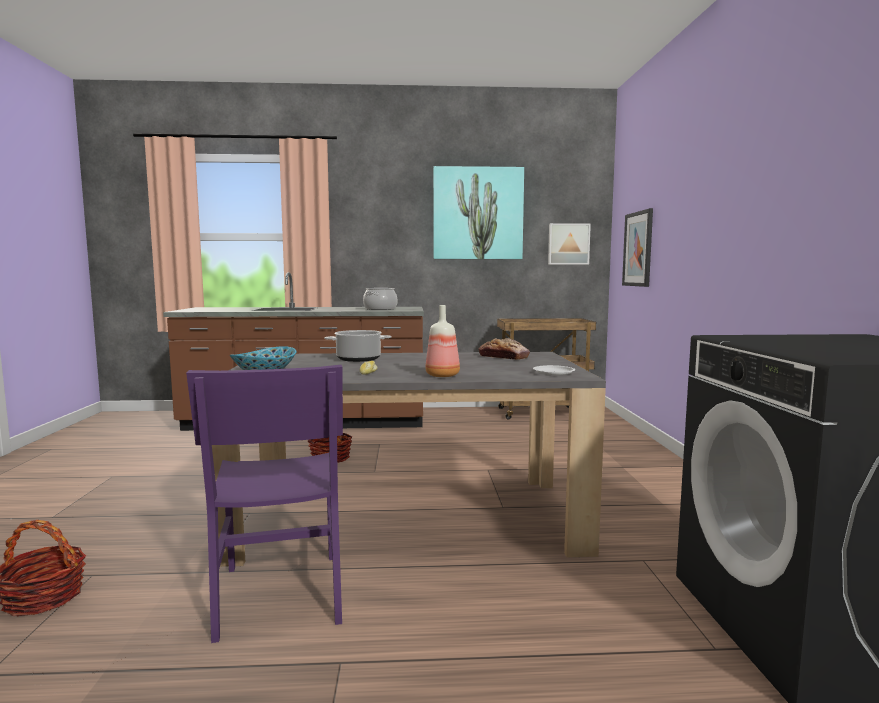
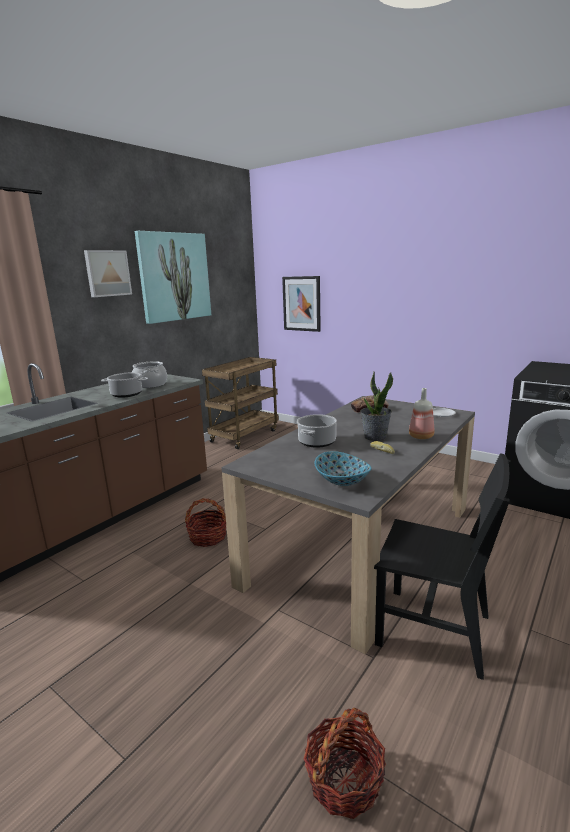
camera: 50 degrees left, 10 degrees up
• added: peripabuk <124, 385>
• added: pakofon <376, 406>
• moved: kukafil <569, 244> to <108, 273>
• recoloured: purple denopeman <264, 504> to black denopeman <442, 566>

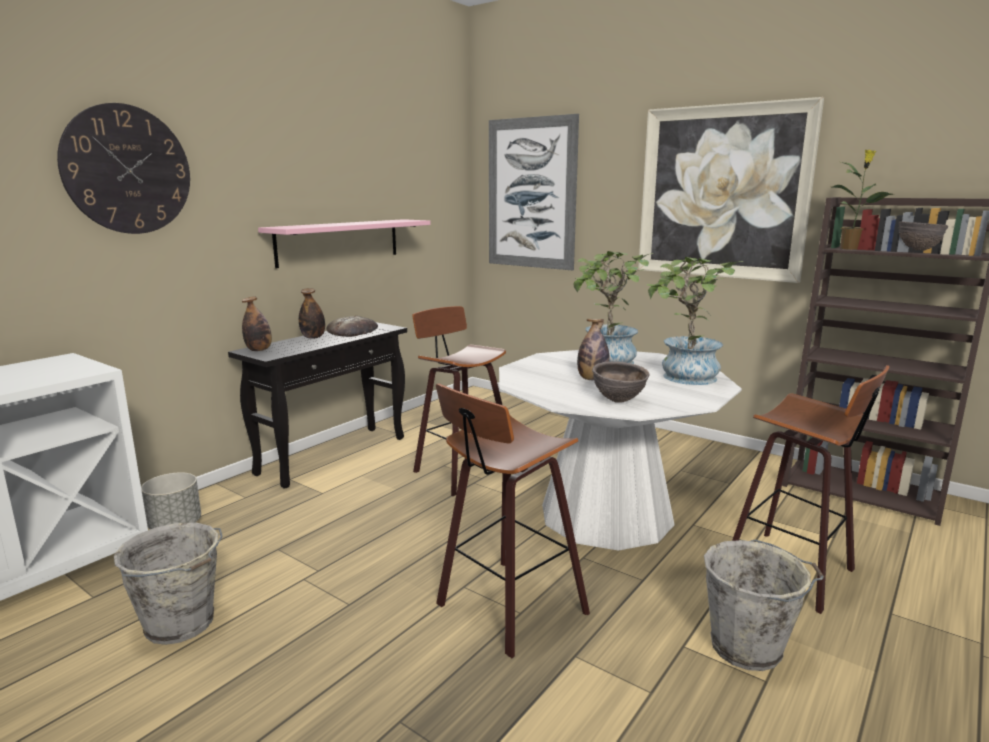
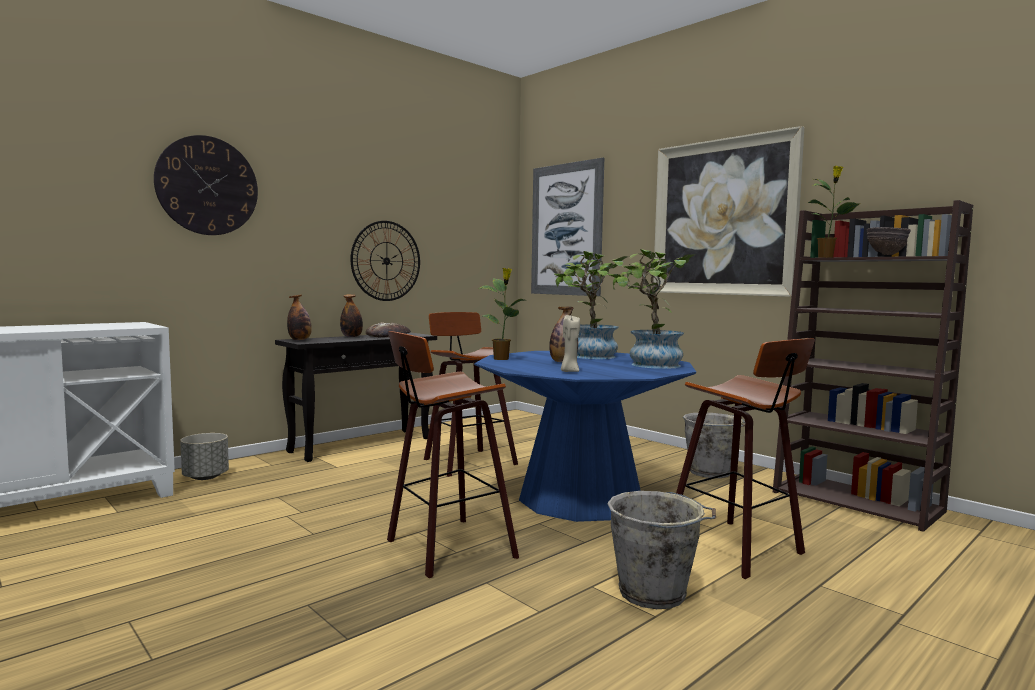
camera: 10 degrees right, 10 degrees down
• added: pakofon <501, 314>
• moved: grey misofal <168, 583> to <714, 445>
• replaced: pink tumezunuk <344, 243> to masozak <385, 261>
• replaced: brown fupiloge <620, 382> to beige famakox <570, 343>
• recoloured: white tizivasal <620, 450> to blue tizivasal <585, 436>

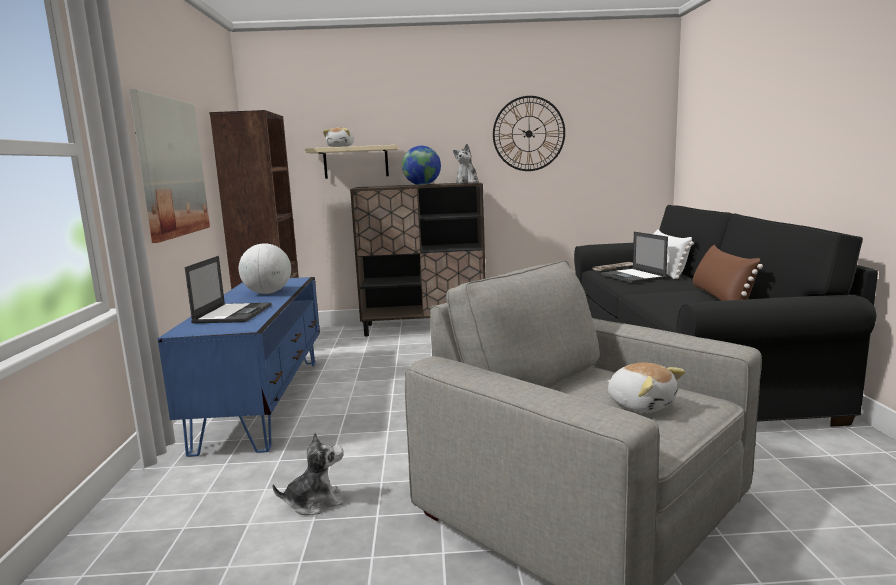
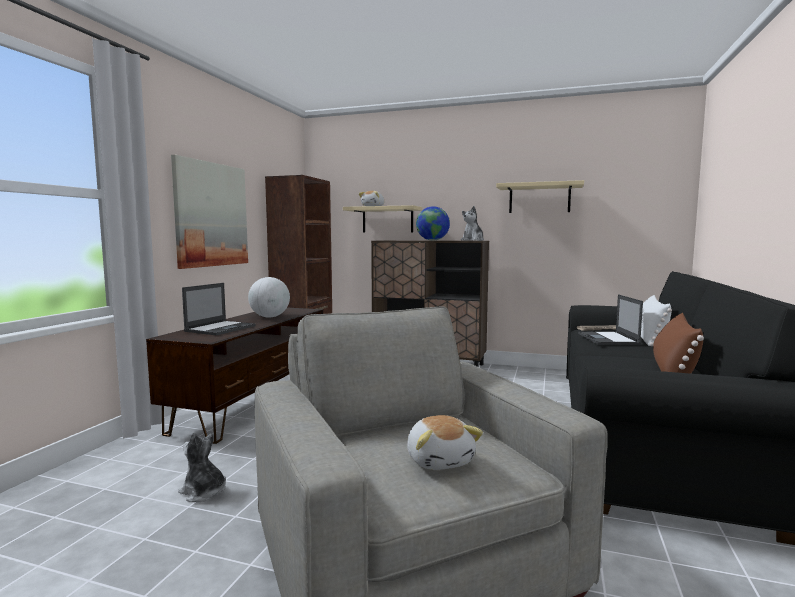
camera: 20 degrees right, 5 degrees down
• replaced: masozak <529, 133> to beige tumezunuk <540, 196>
• recoloured: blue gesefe <239, 367> to brown gesefe <234, 376>
• turned: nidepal <307, 473> = <202, 467> 150 degrees counterclockwise

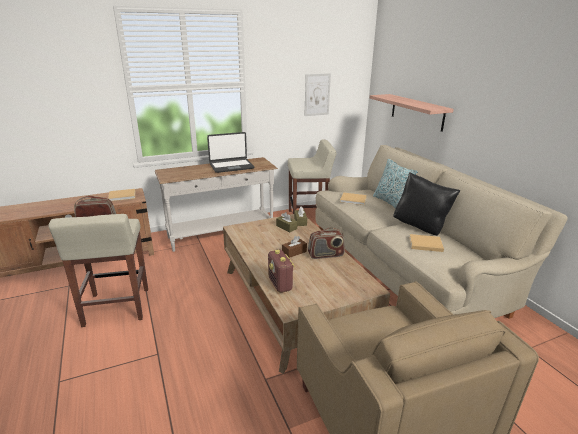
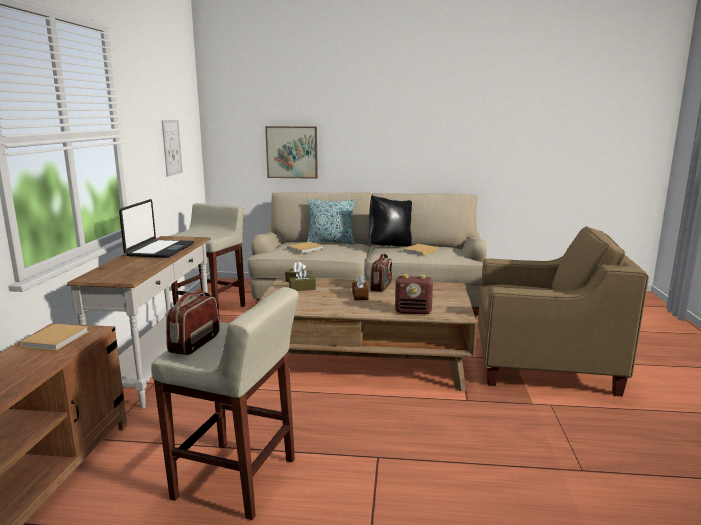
camera: 60 degrees left, 10 degrees down
• replaced: tumezunuk <412, 113> to kukafil <291, 152>

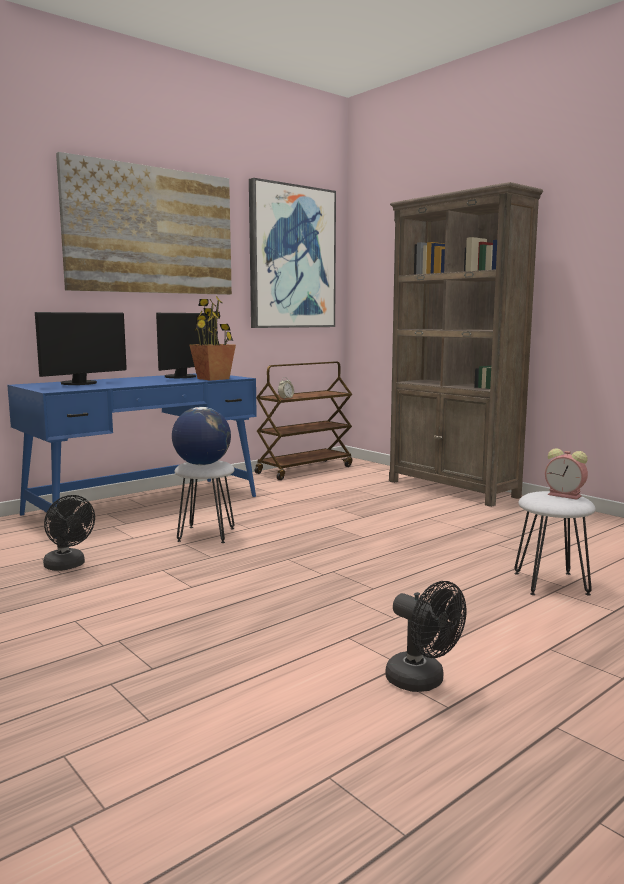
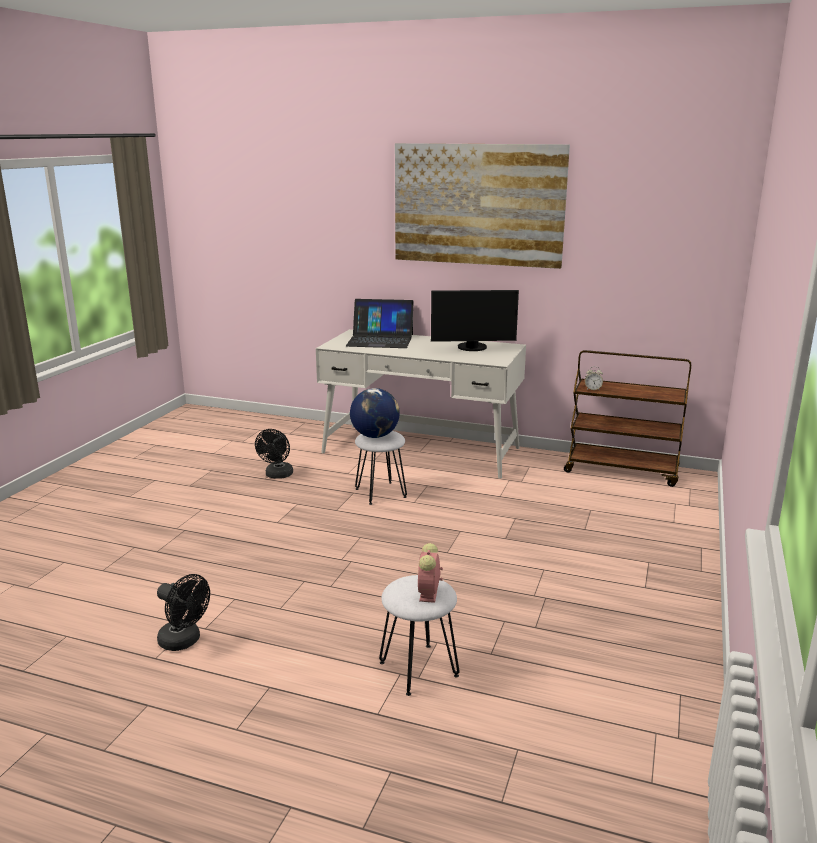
camera: 60 degrees right, 10 degrees up
• removed: pakofon <213, 338>
• removed: kukafil <292, 253>
• removed: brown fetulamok <466, 344>
• replaced: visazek <81, 348> to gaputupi <380, 323>
• recoloured: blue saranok <132, 455> to white saranok <421, 404>
• turned: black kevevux <426, 636> = <183, 612> 75 degrees counterclockwise

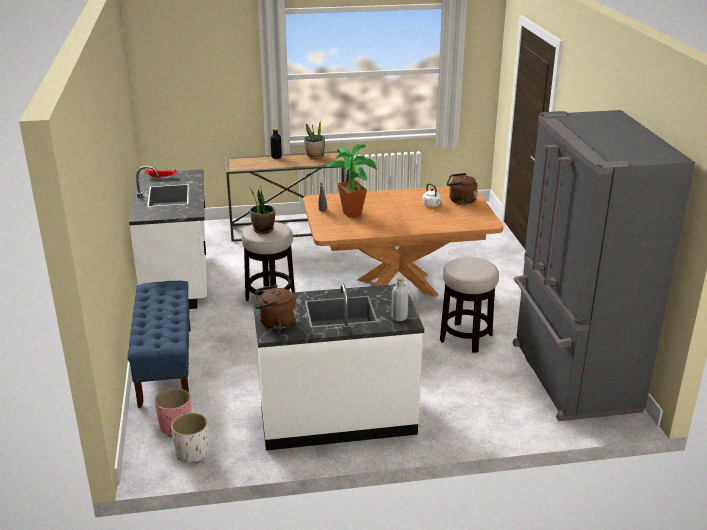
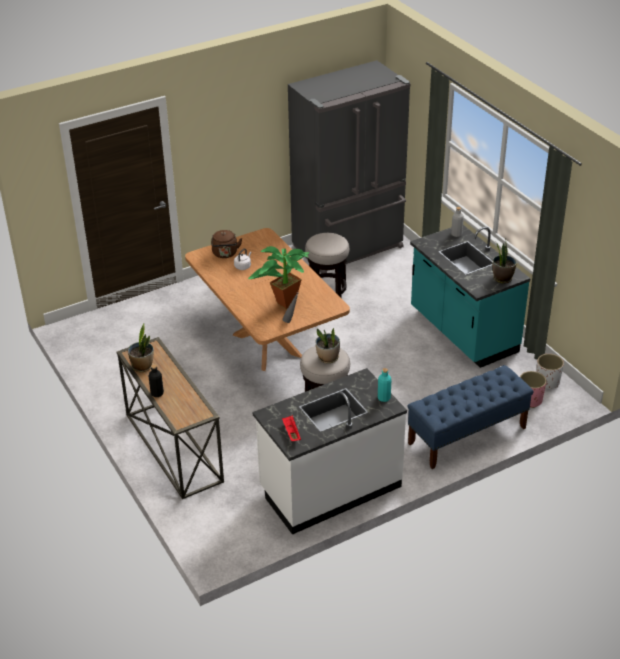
camera: 110 degrees left, 10 degrees up
• added: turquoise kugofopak <384, 385>
• replaced: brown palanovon <276, 307> to pakofon <504, 263>
• recoloured: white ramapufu <338, 367> to turquoise ramapufu <470, 296>

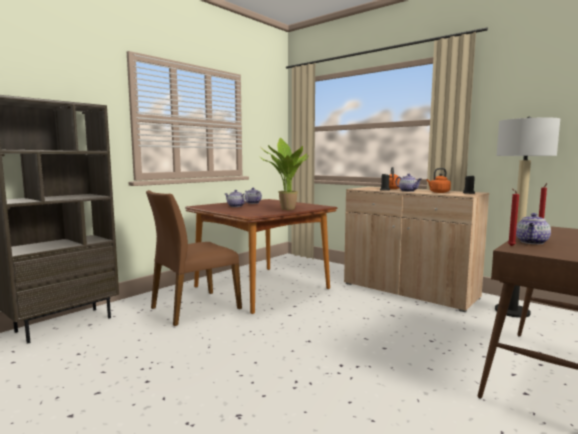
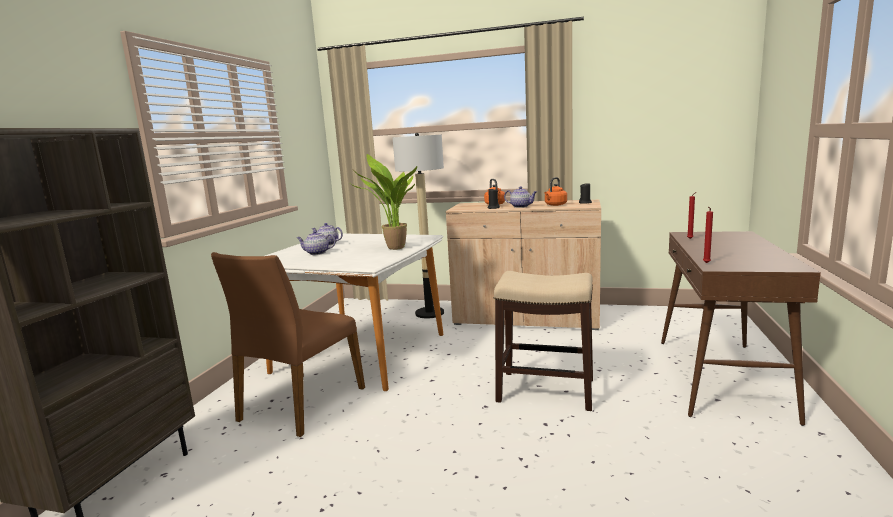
camera: 25 degrees left, 5 degrees up
• removed: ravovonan <533, 228>
• added: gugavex <543, 341>
• moved: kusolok <527, 217> to <418, 225>
• recoloured: brown tizivasal <261, 256> to white tizivasal <354, 312>

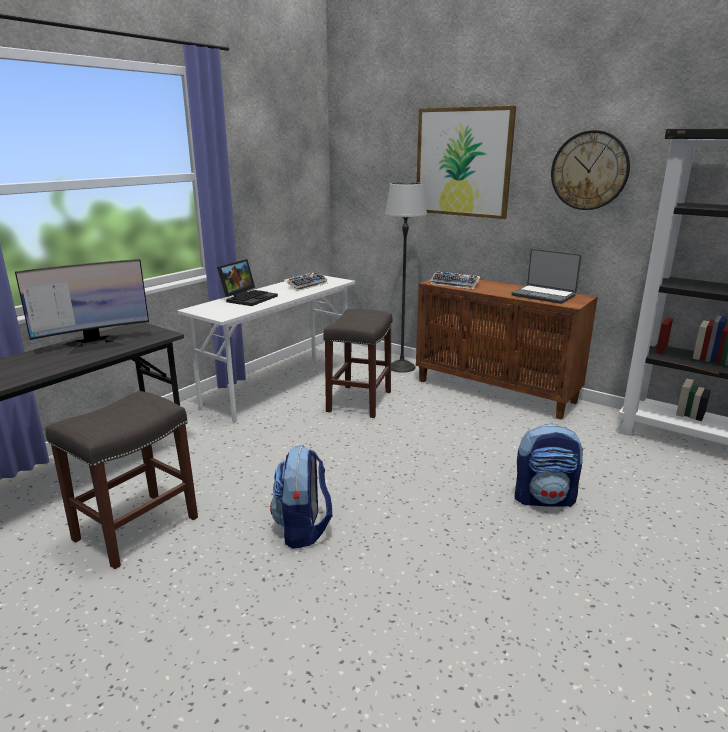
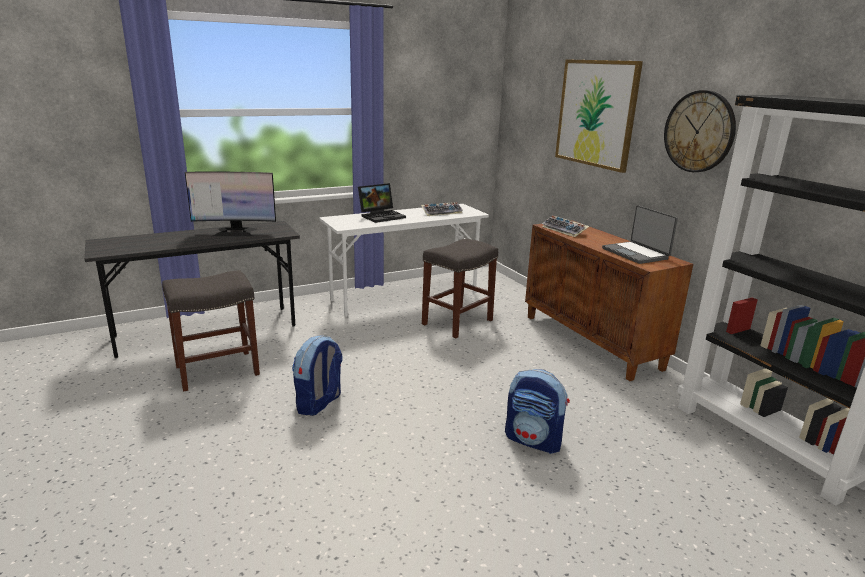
camera: 25 degrees right, 0 degrees up
• removed: kusolok <406, 277>

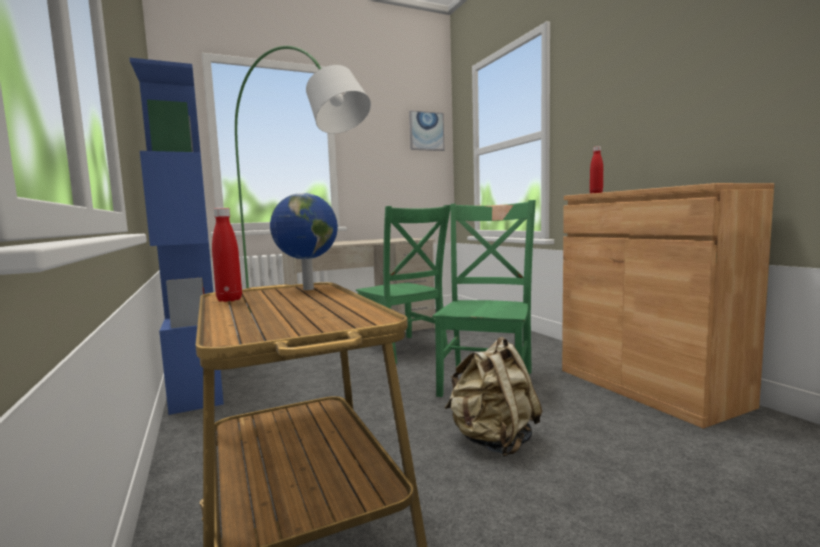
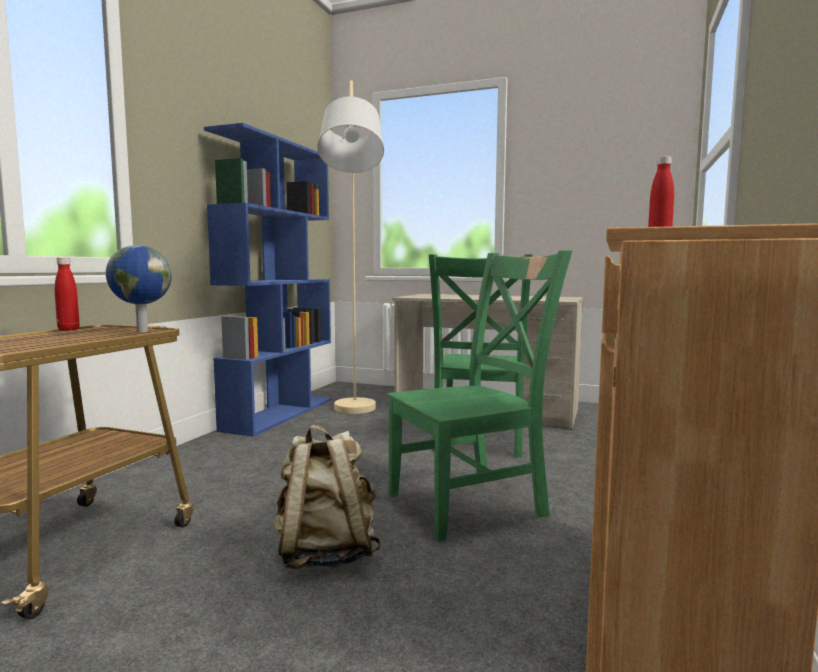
camera: 45 degrees right, 0 degrees up
• removed: kukafil <427, 130>
• recoloured: green kusolok <303, 179> to beige kusolok <350, 247>

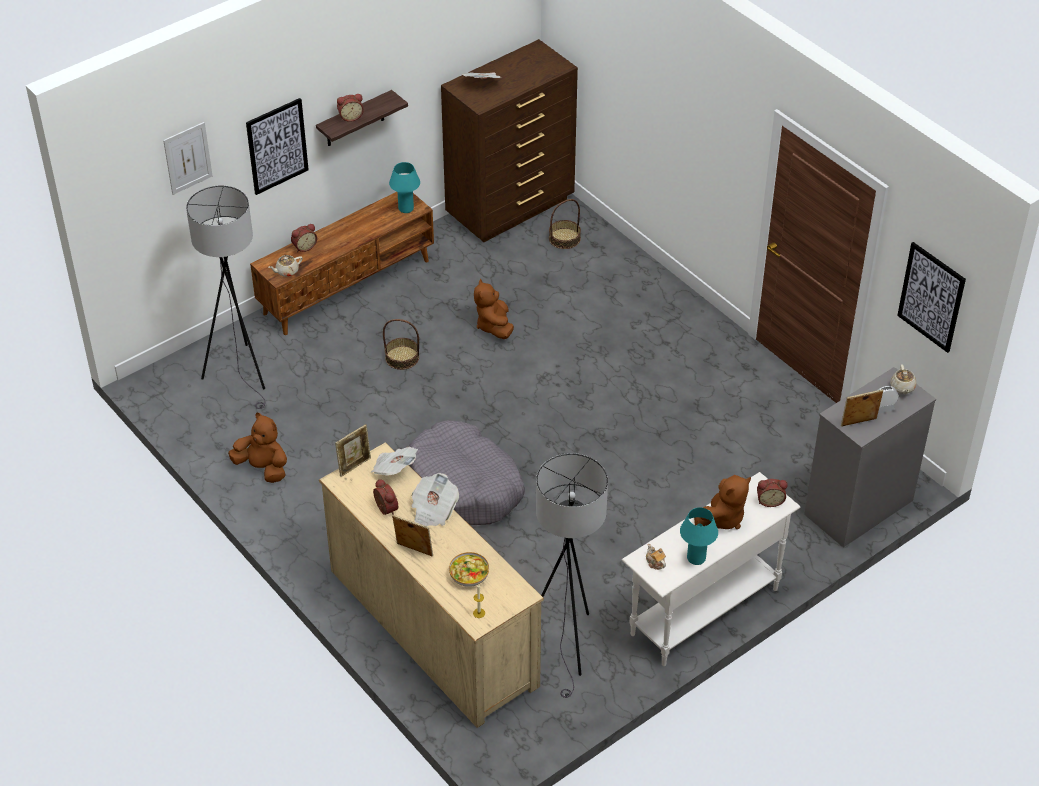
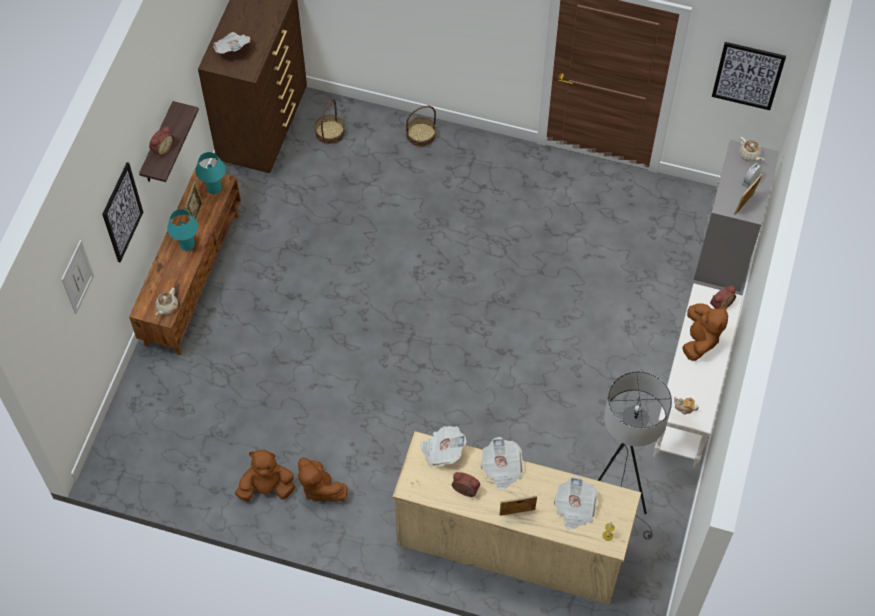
camera: 35 degrees left, 15 degrees up
• removed: grey kusolok <225, 297>
• removed: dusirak <304, 238>
• removed: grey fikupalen <467, 472>
• moved: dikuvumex <353, 450> to <194, 200>
• moved: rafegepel <401, 344> to <421, 126>
• moved: brown nidepal <494, 309> to <323, 479>
• moved: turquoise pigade <699, 536> to <182, 230>
• replaced: fupiloge <469, 569> to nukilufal <576, 503>

